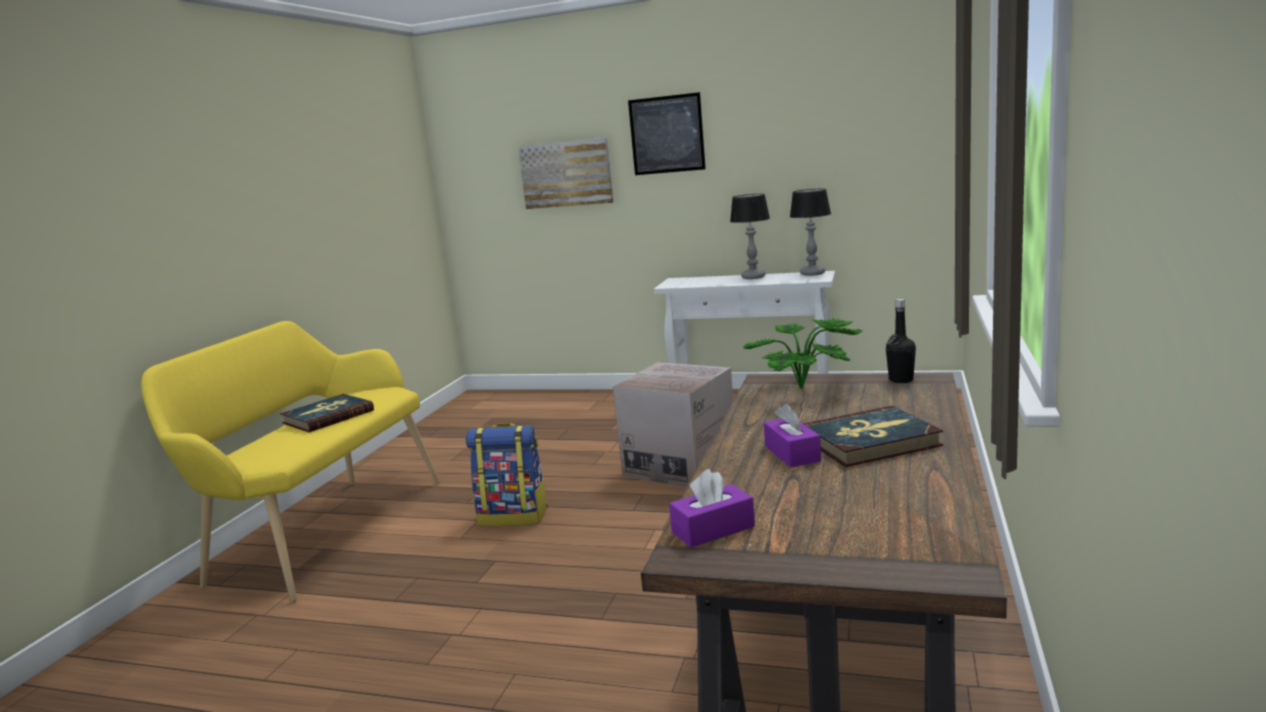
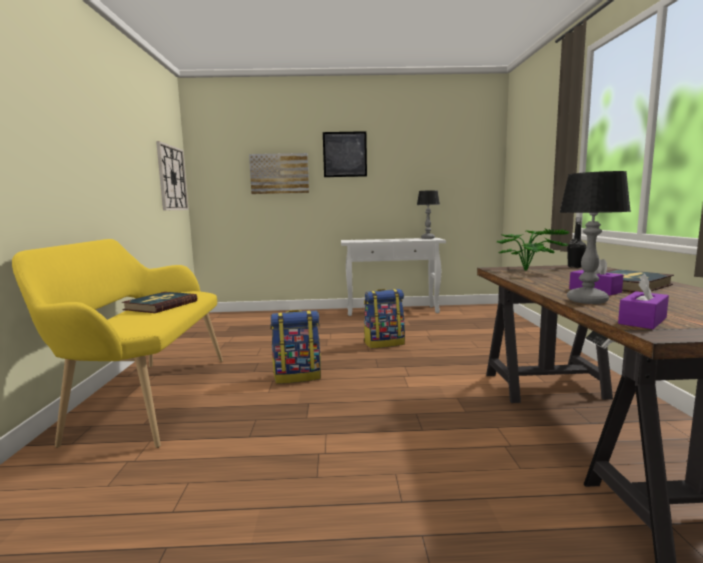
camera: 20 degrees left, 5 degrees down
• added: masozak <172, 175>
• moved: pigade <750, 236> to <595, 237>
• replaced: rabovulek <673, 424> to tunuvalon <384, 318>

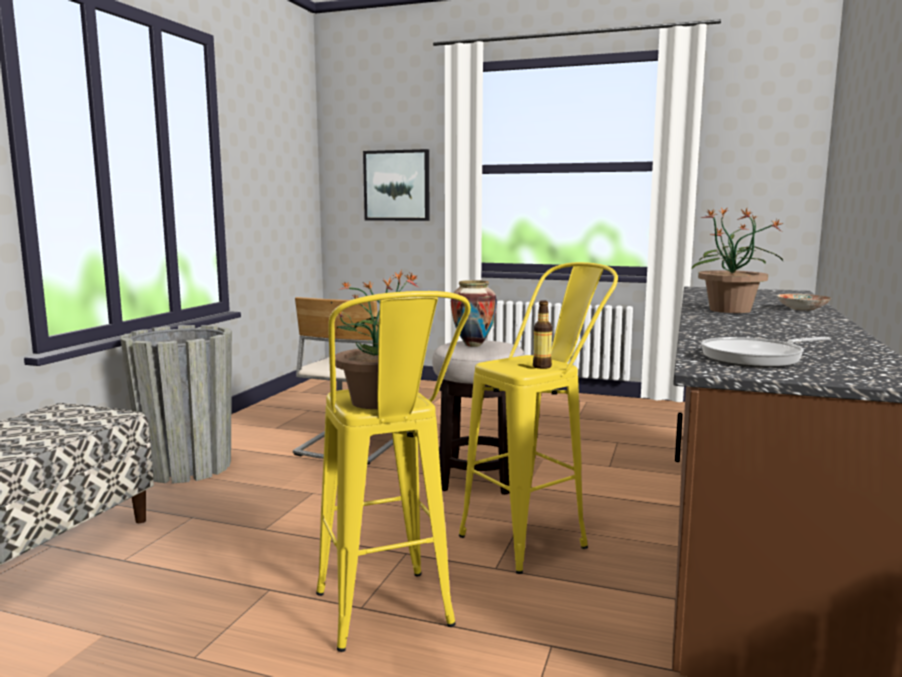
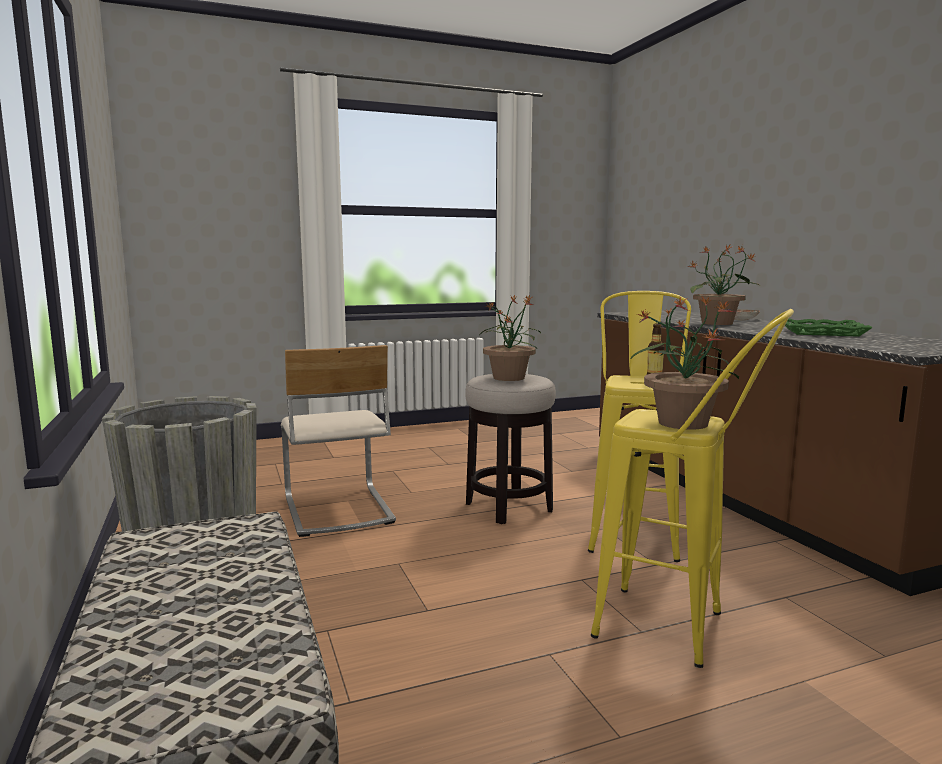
camera: 40 degrees left, 0 degrees up
• removed: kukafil <396, 185>
• removed: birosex <766, 352>
• added: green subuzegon <829, 328>
• replaced: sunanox <474, 313> to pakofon <510, 337>

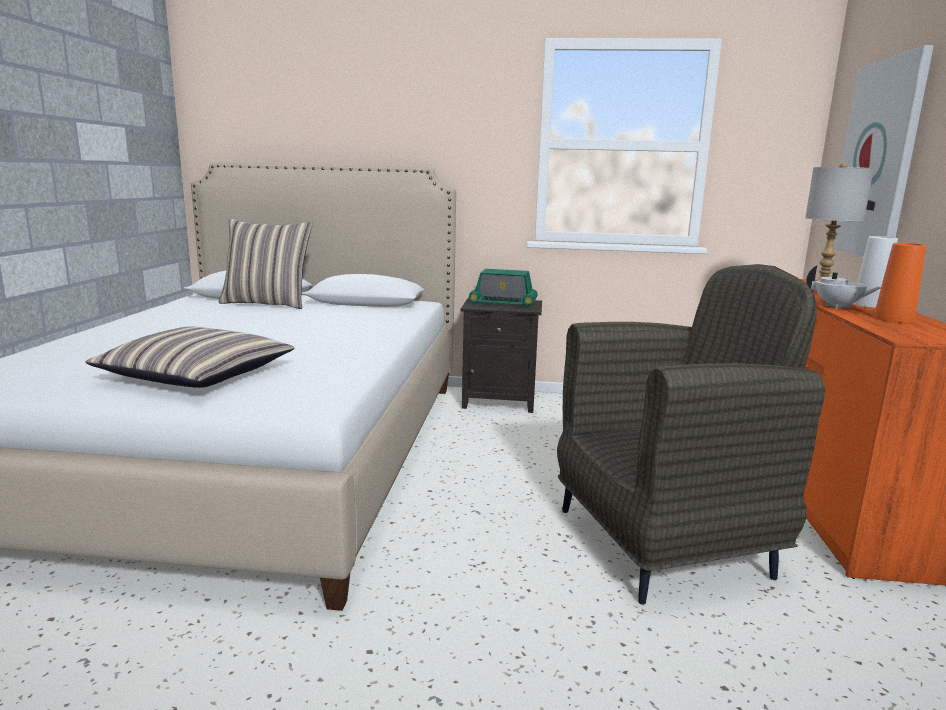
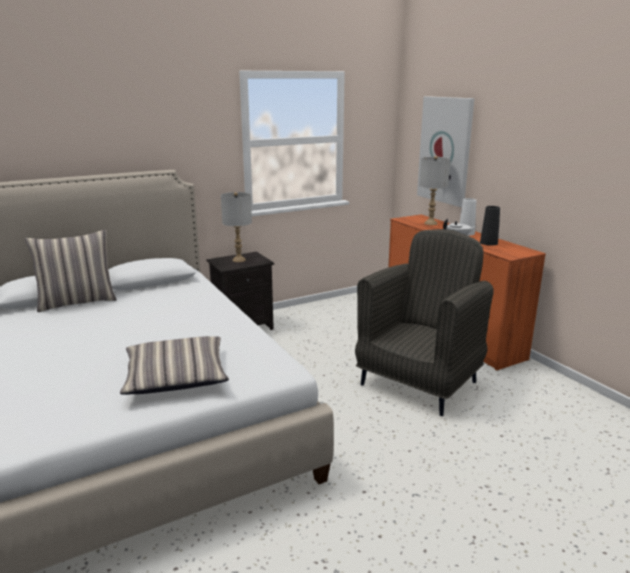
camera: 35 degrees left, 5 degrees up
• replaced: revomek <503, 288> to grey pigade <236, 227>
• recoloured: orange sunanox <900, 283> to black sunanox <490, 226>

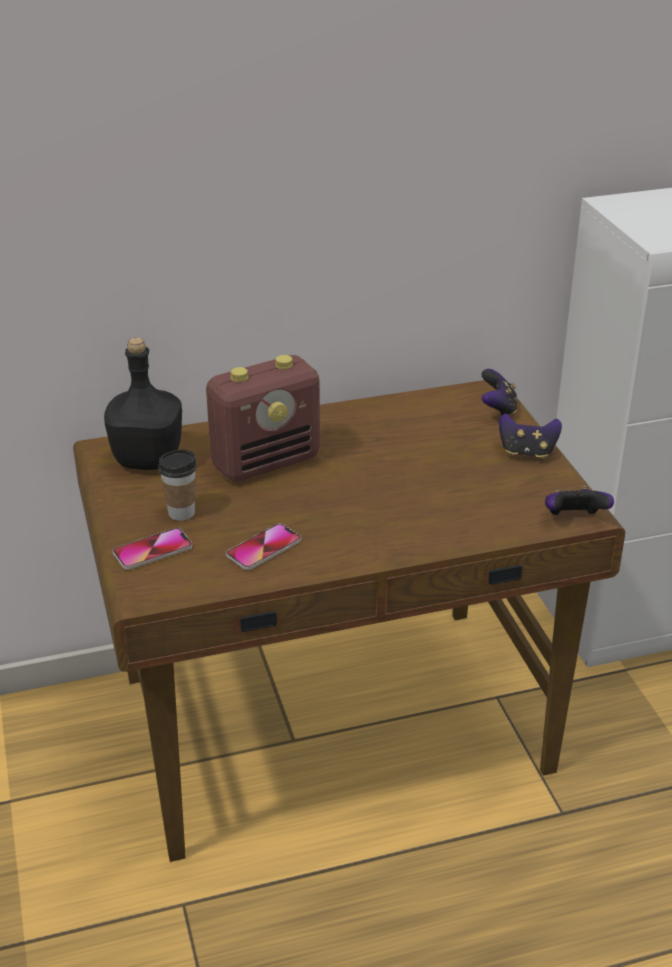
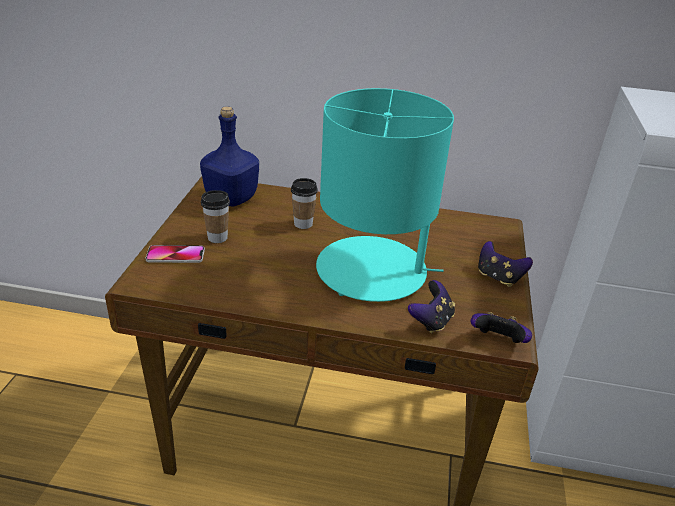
camera: 25 degrees right, 0 degrees up
• removed: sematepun <263, 547>
• added: turquoise pigade <385, 195>
• moved: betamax <499, 392> to <431, 307>
• replaced: revomek <263, 418> to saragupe <304, 203>
• recoloured: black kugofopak <143, 403> to blue kugofopak <229, 156>

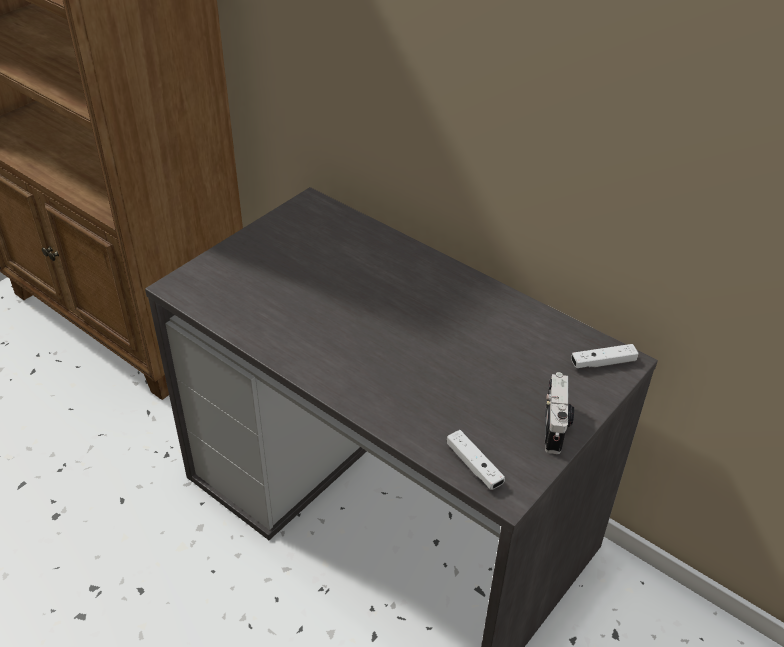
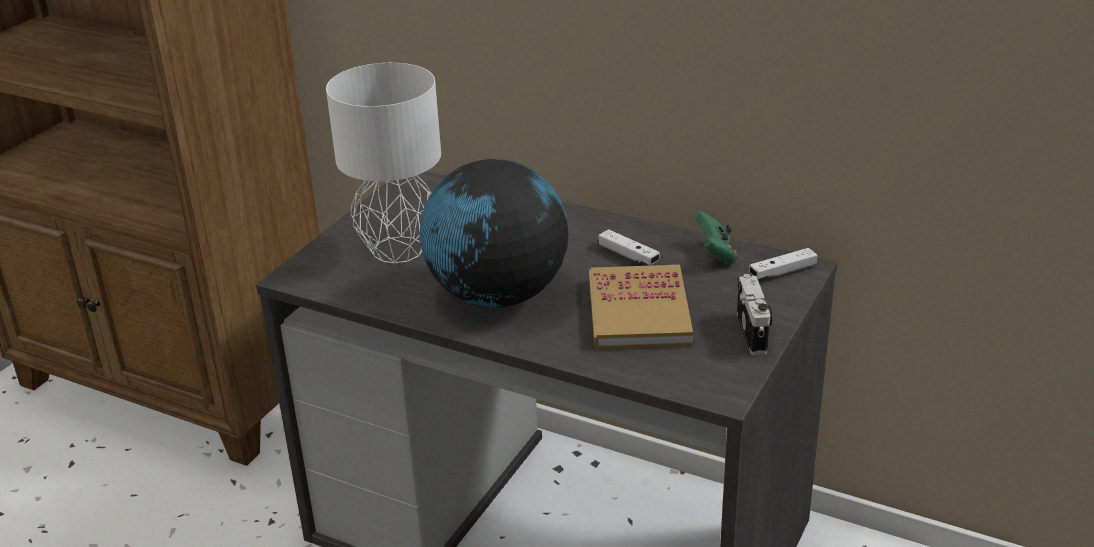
camera: 10 degrees left, 10 degrees down
• added: white pigade <383, 163>
• added: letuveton <494, 233>
• added: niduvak <641, 307>
• added: green betamax <716, 238>
• moved: white betamax <476, 460> to <629, 247>

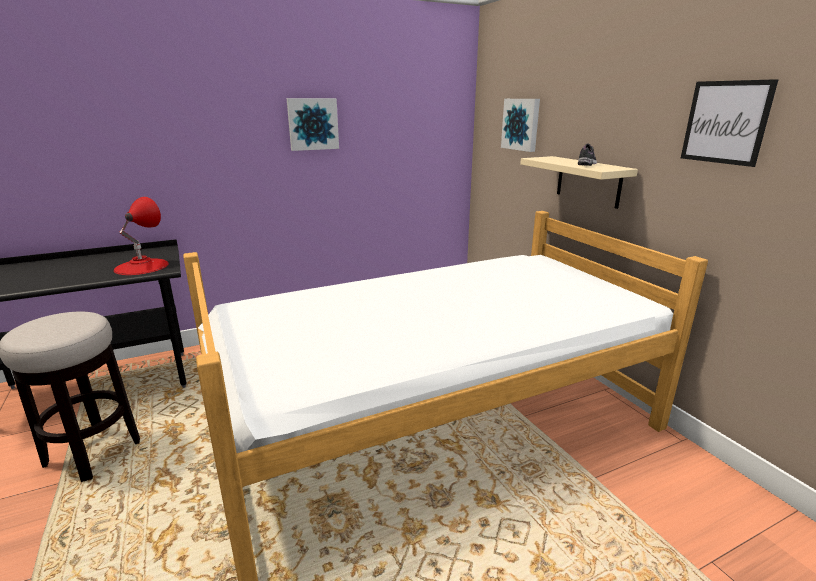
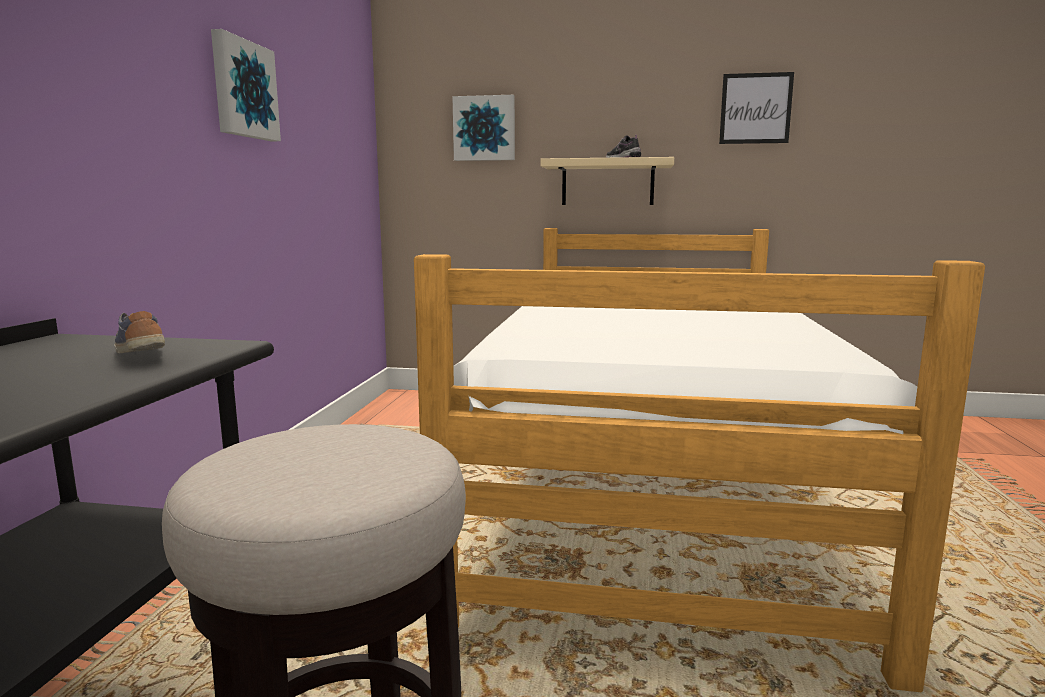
camera: 55 degrees left, 10 degrees down
• replaced: red pigade <141, 236> to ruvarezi <139, 332>

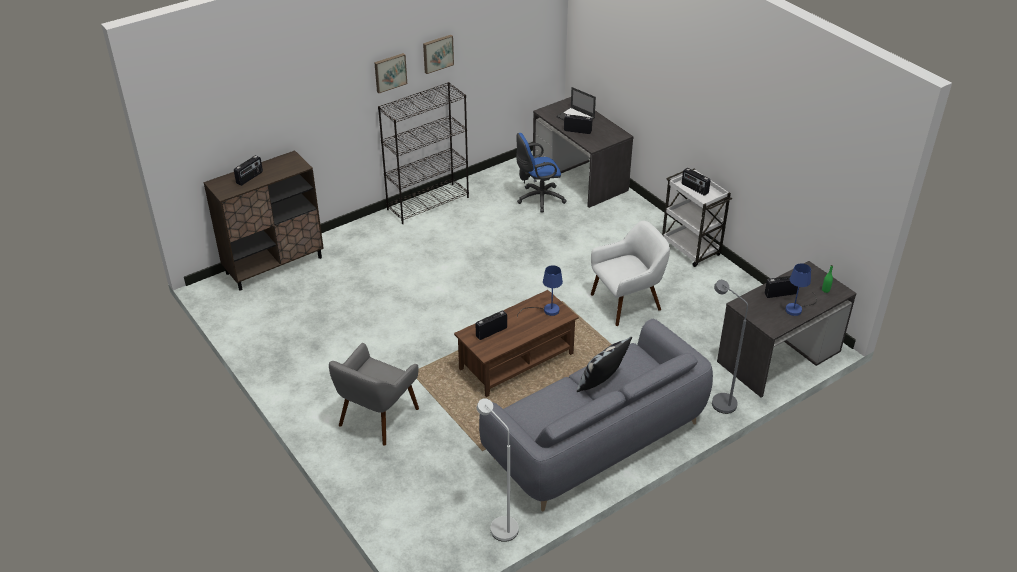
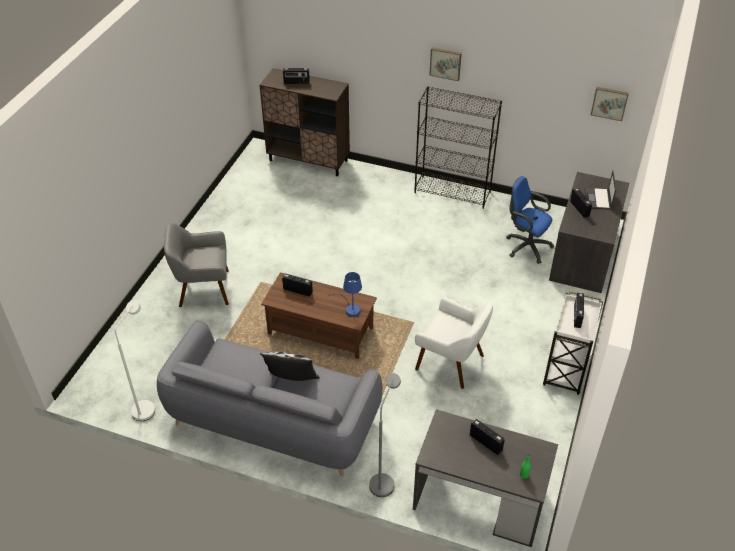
camera: 55 degrees right, 5 degrees up
• removed: blue pigade <801, 289>
• moved: kukafil <438, 54> to <610, 104>

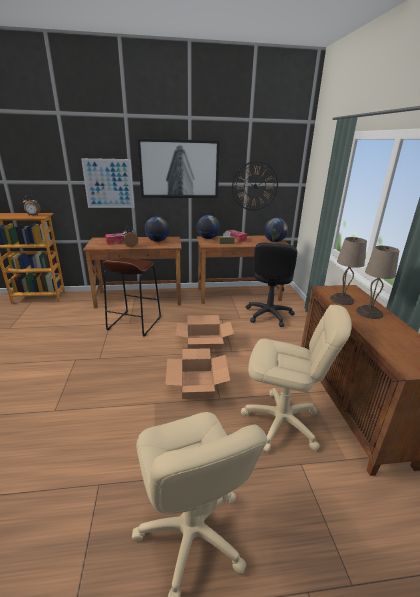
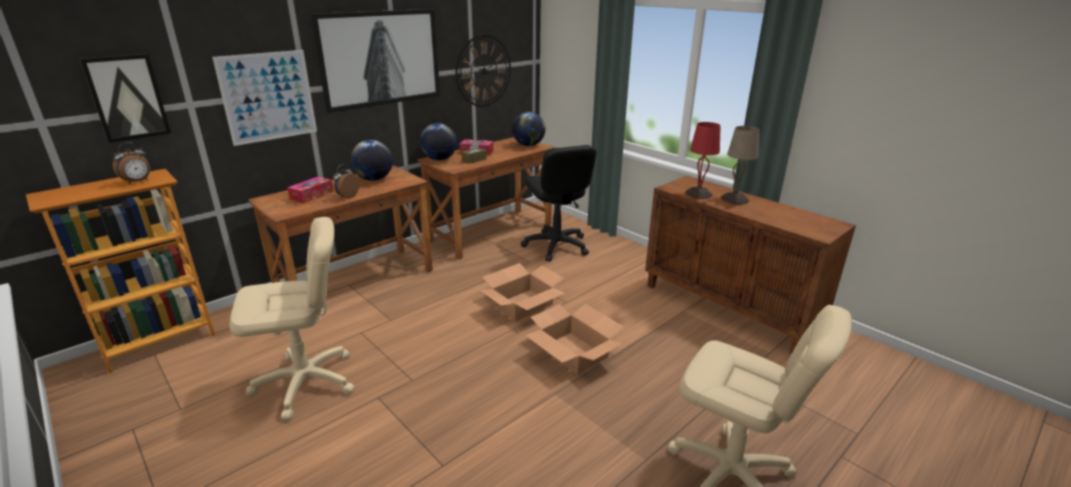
camera: 35 degrees left, 0 degrees up
• removed: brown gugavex <132, 297>
• added: kukafil <125, 98>
• moved: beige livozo <296, 378> to <292, 318>
• recoloured: beige pigade <348, 271> to red pigade <703, 160>

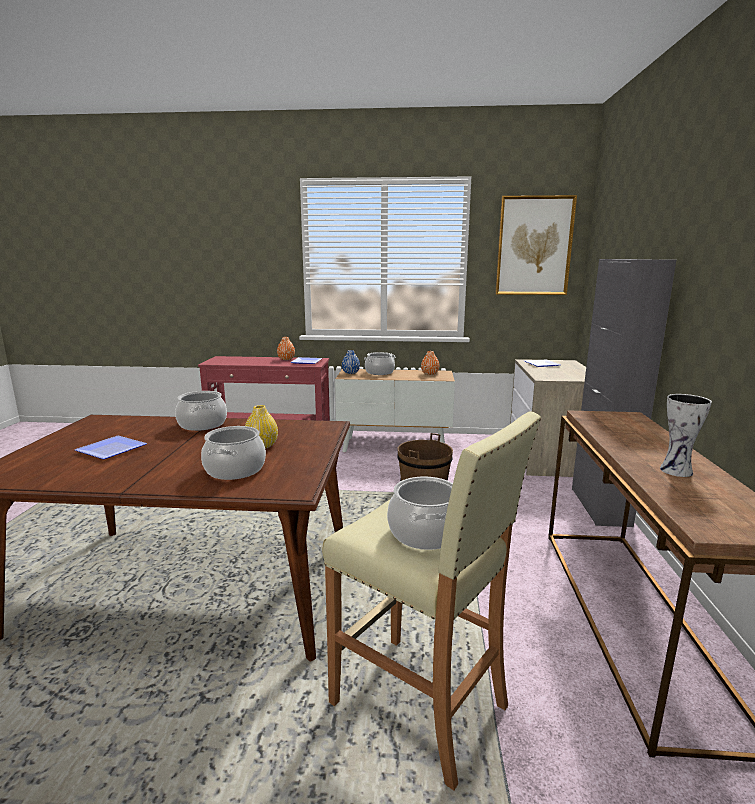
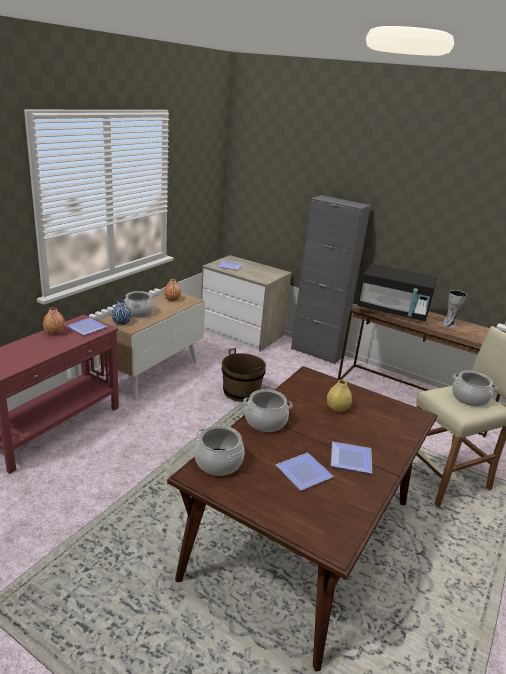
camera: 65 degrees left, 10 degrees up
• removed: kukafil <536, 245>
• added: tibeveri <351, 457>
• added: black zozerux <397, 292>
• moved: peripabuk <233, 453> to <219, 450>

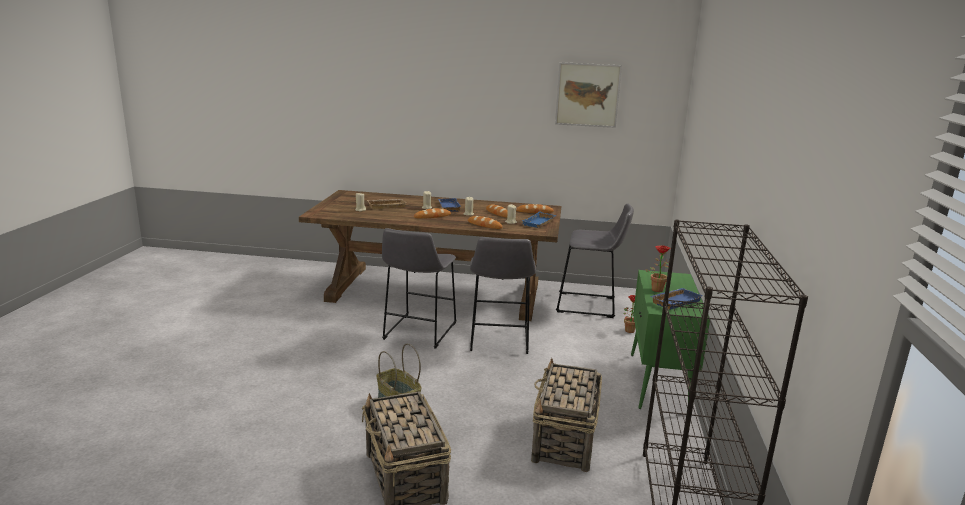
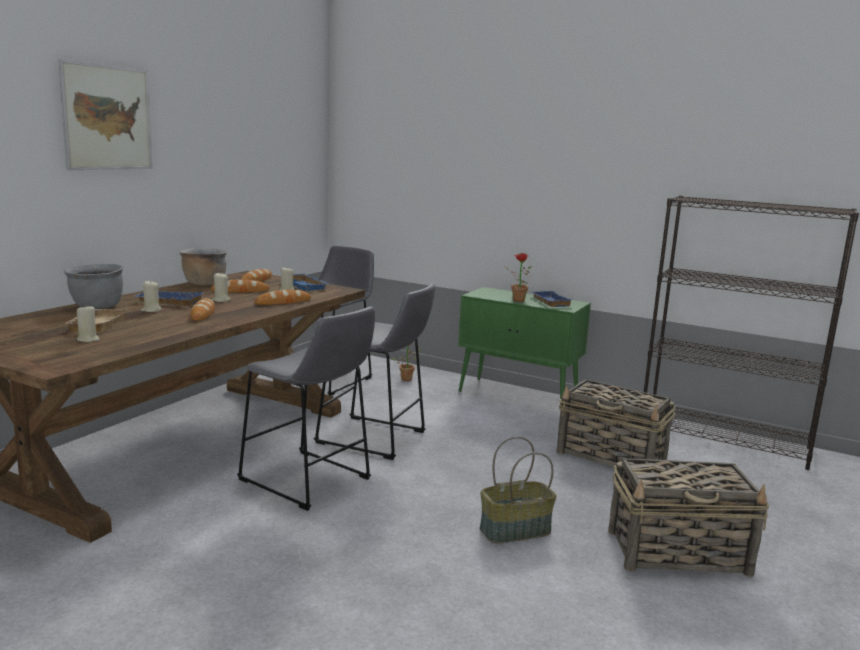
camera: 70 degrees left, 5 degrees down
• added: grey peripabuk <93, 286>
• added: brown peripabuk <203, 267>
• moved: kukafil <588, 95> to <105, 114>

